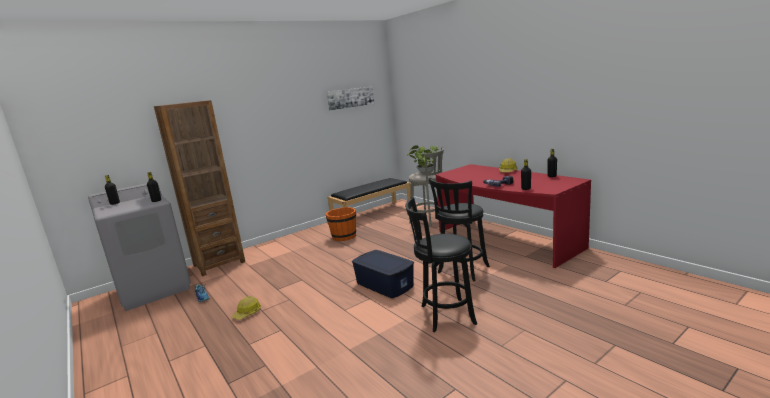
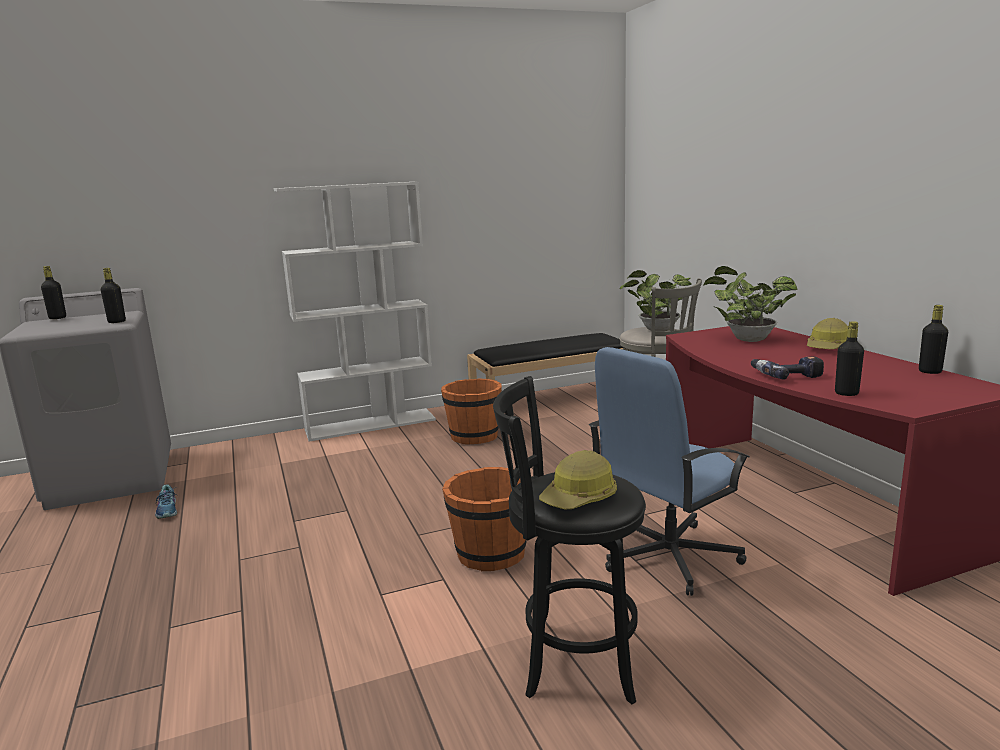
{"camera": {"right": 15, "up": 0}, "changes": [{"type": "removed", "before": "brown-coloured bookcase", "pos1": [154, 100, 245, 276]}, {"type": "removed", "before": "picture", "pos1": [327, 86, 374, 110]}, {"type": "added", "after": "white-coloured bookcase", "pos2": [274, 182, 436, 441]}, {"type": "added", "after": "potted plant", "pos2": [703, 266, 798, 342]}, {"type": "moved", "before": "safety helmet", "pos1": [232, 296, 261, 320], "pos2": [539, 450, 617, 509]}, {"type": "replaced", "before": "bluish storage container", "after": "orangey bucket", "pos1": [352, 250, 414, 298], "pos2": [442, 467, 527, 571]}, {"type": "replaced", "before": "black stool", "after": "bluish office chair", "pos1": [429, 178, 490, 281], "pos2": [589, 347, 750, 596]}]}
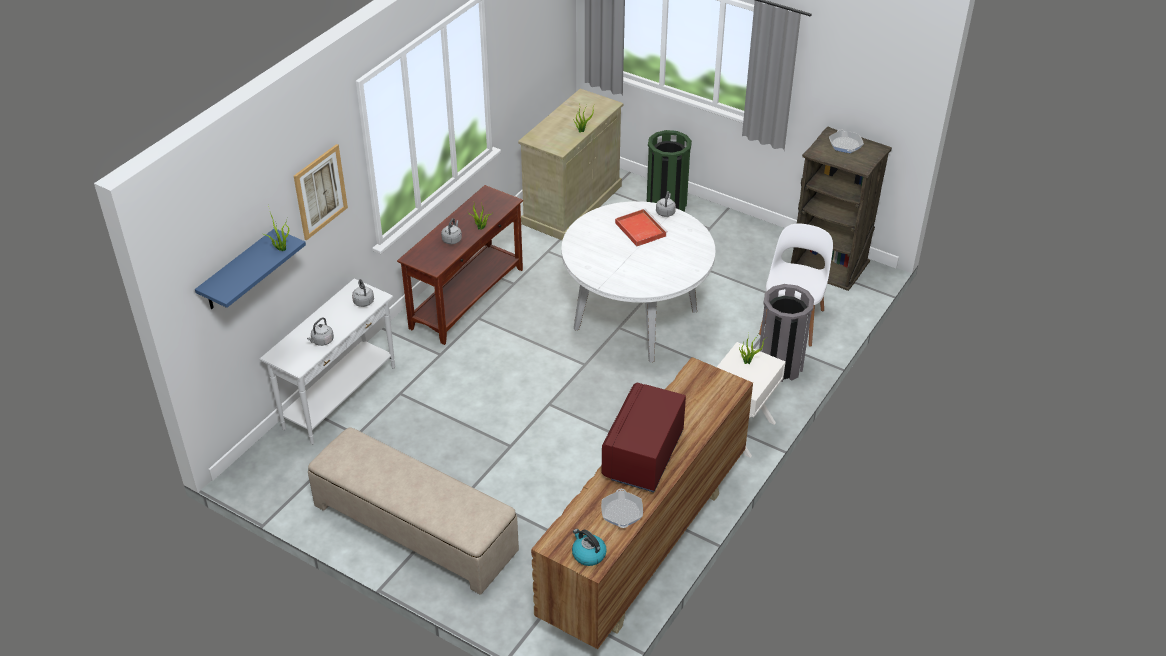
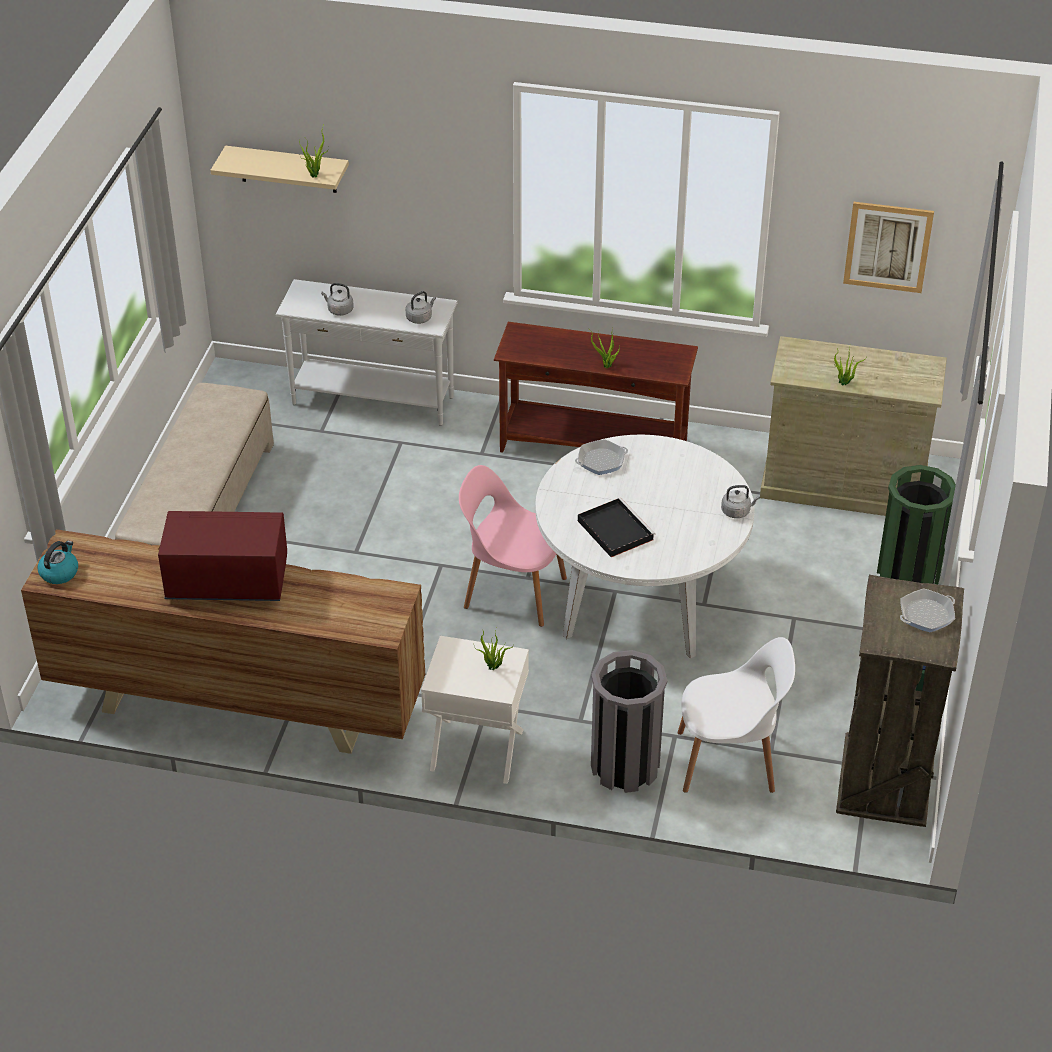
{"camera": {"right": 70, "up": 0}, "changes": [{"type": "removed", "before": "grey water kettle", "pos1": [441, 218, 462, 244]}, {"type": "removed", "before": "reddish carrying tray", "pos1": [615, 209, 668, 246]}, {"type": "added", "after": "pink-coloured chair", "pos2": [459, 465, 567, 627]}, {"type": "added", "after": "black carrying tray", "pos2": [578, 498, 655, 557]}, {"type": "moved", "before": "picture", "pos1": [294, 144, 348, 240], "pos2": [843, 202, 934, 293]}, {"type": "moved", "before": "skillet", "pos1": [601, 489, 643, 528], "pos2": [575, 439, 628, 475]}, {"type": "recoloured", "before": "bluish shelf", "after": "beige-coloured shelf", "pos1": [195, 229, 306, 309], "pos2": [211, 146, 349, 193]}]}
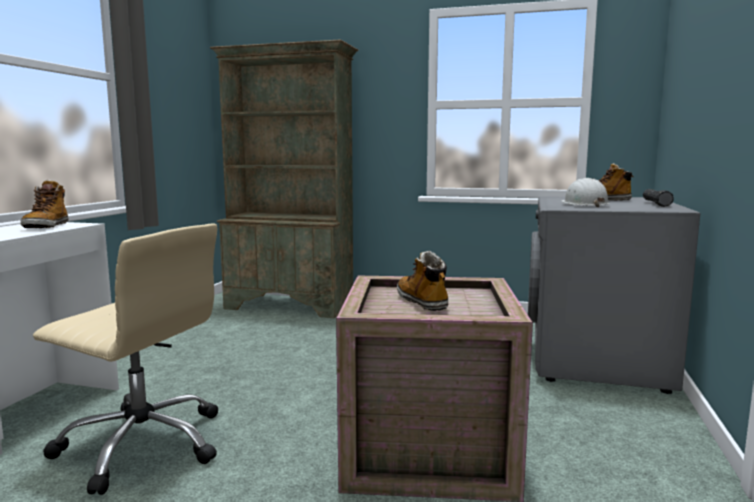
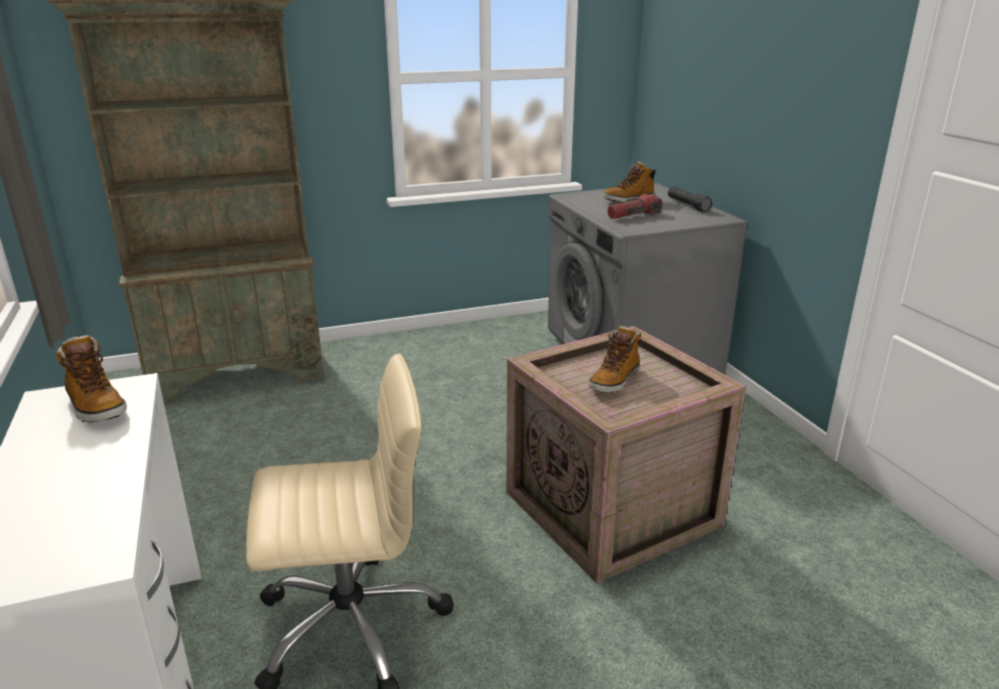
{"camera": {"right": -35, "up": 15}, "changes": [{"type": "replaced", "before": "white-coloured safety helmet", "after": "torch", "pos1": [561, 178, 610, 207], "pos2": [607, 194, 663, 219]}, {"type": "turned", "before": "tall boot", "pos1": [397, 251, 448, 311], "pos2": [588, 326, 641, 393], "turn": -90}]}
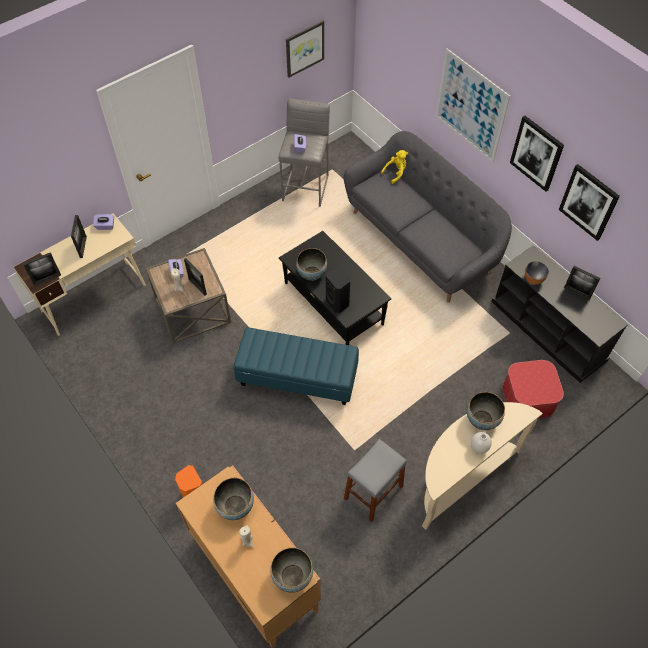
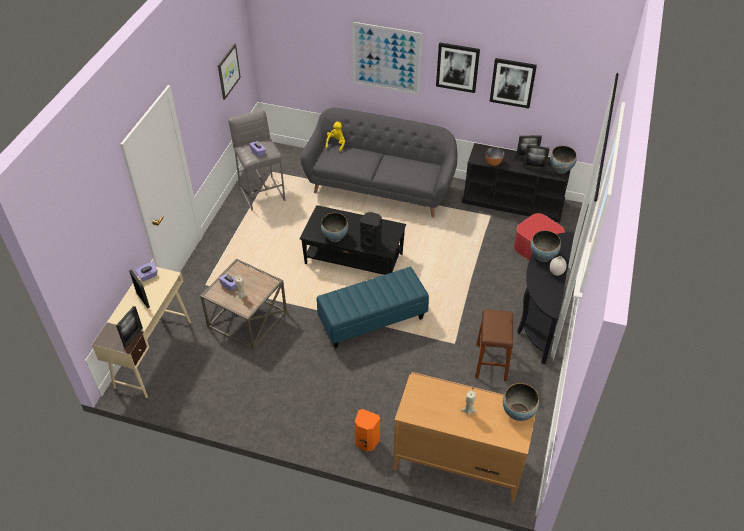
{"camera": {"right": -35, "up": -10}, "changes": [{"type": "moved", "before": "standing frame", "pos1": [184, 258, 207, 296], "pos2": [523, 144, 550, 171]}, {"type": "moved", "before": "bowl", "pos1": [213, 478, 254, 520], "pos2": [550, 146, 577, 173]}, {"type": "recoloured", "before": "grey stool", "after": "brown-coloured stool", "pos1": [344, 439, 407, 522], "pos2": [475, 309, 513, 381]}, {"type": "recoloured", "before": "beige-coloured narrow table", "after": "black narrow table", "pos1": [422, 402, 543, 530], "pos2": [517, 232, 574, 364]}]}
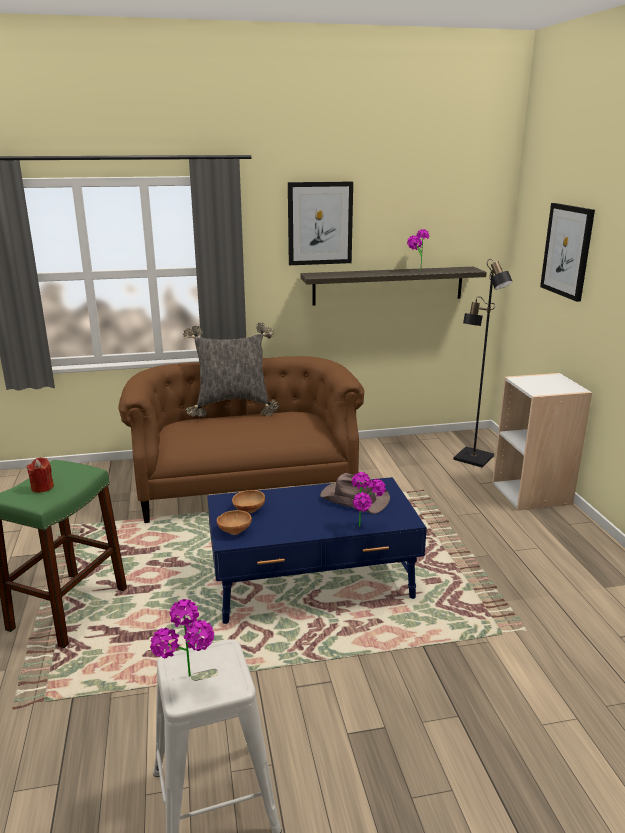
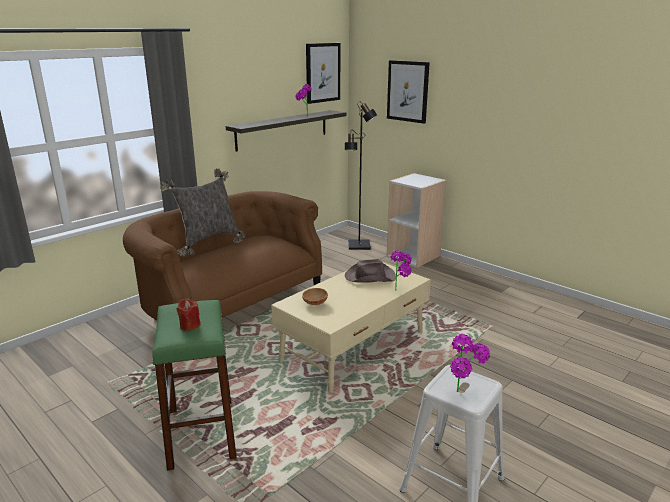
{"camera": {"right": -35, "up": 0}, "changes": [{"type": "removed", "before": "brown-coloured bowl", "pos1": [217, 510, 252, 535]}, {"type": "moved", "before": "picture", "pos1": [288, 181, 353, 265], "pos2": [306, 43, 340, 104]}, {"type": "recoloured", "before": "bluish coffee table", "after": "beige-coloured coffee table", "pos1": [207, 477, 427, 624], "pos2": [271, 263, 431, 392]}]}
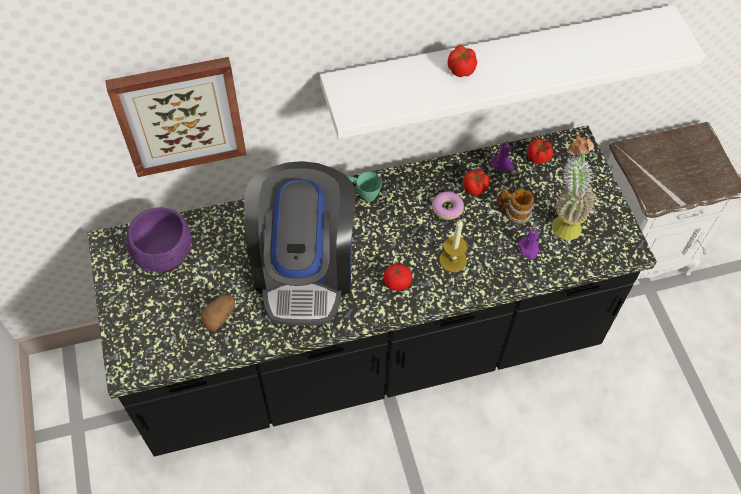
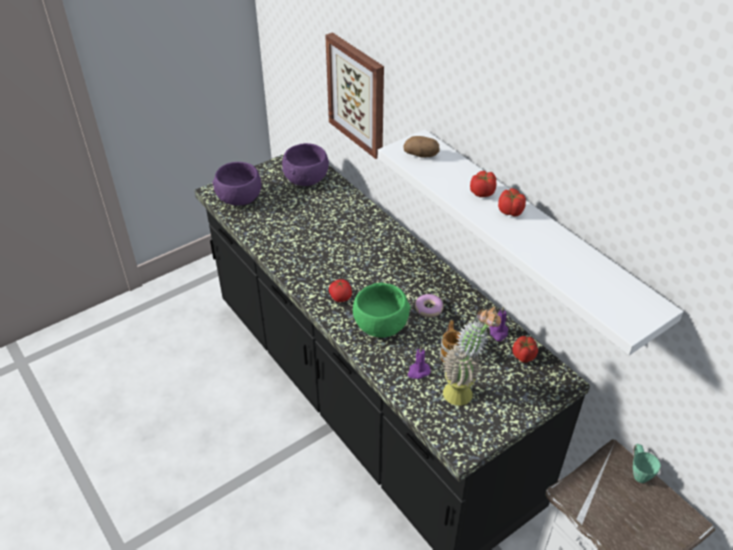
{"camera": {"right": 70, "up": -15}, "changes": [{"type": "removed", "before": "coffee maker", "pos1": [244, 161, 355, 326]}, {"type": "added", "after": "purple-coloured bowl", "pos2": [212, 162, 262, 206]}, {"type": "moved", "before": "potato", "pos1": [201, 295, 235, 331], "pos2": [403, 136, 439, 158]}, {"type": "moved", "before": "greenish coffee mug", "pos1": [348, 172, 382, 202], "pos2": [633, 444, 661, 483]}, {"type": "moved", "before": "fresh tomato", "pos1": [463, 169, 490, 195], "pos2": [498, 188, 526, 216]}, {"type": "replaced", "before": "candle", "after": "greenish bowl", "pos1": [439, 219, 468, 272], "pos2": [353, 283, 411, 338]}]}
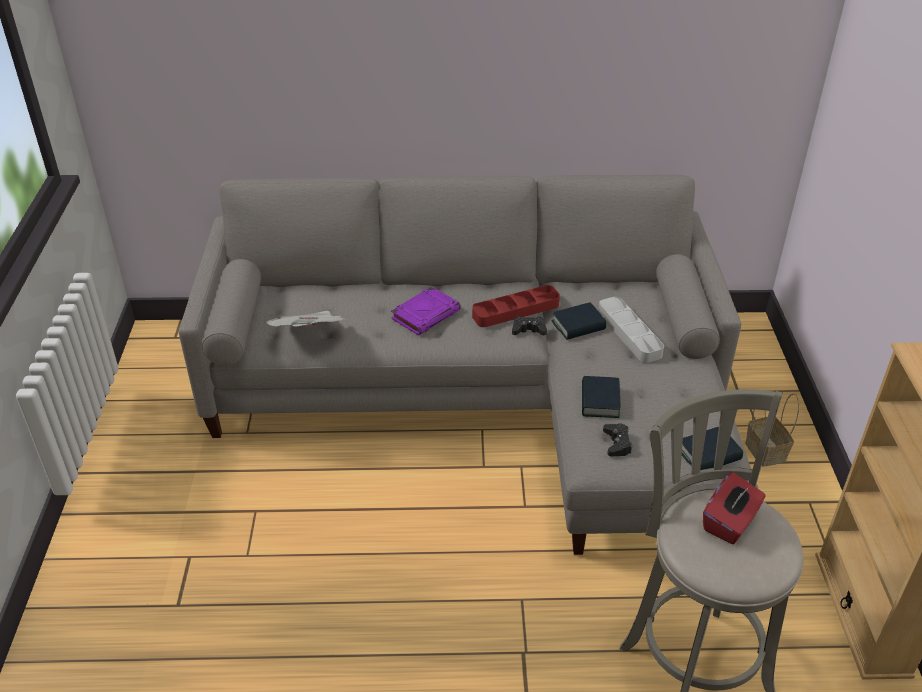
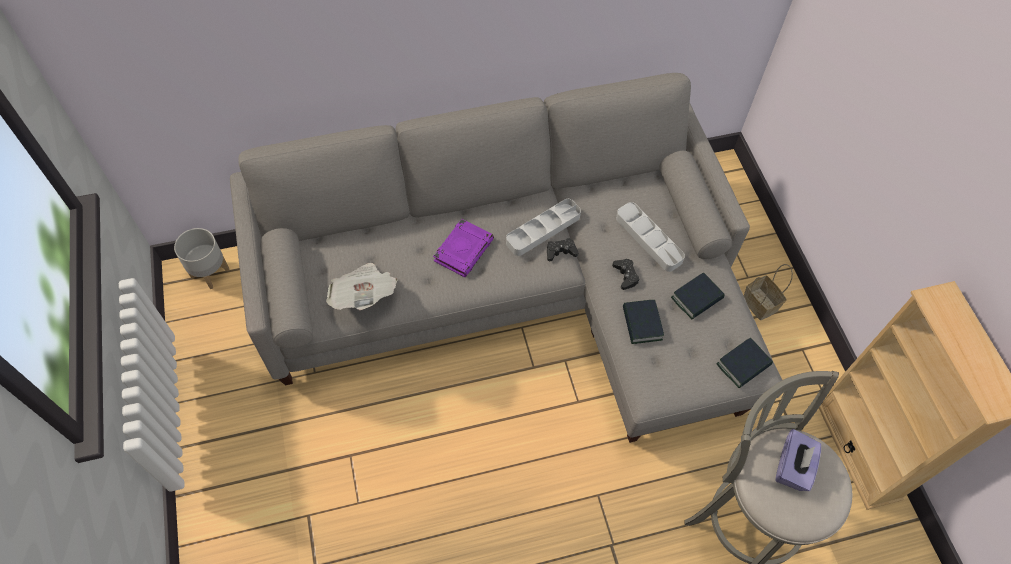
{"camera": {"right": -15, "up": 20}, "changes": [{"type": "added", "after": "grey flower pot", "pos2": [174, 228, 229, 289]}, {"type": "moved", "before": "volume", "pos1": [551, 302, 606, 340], "pos2": [671, 272, 725, 320]}, {"type": "moved", "before": "black joypad", "pos1": [603, 423, 632, 456], "pos2": [612, 259, 640, 290]}, {"type": "recoloured", "before": "reddish carrying tray", "after": "grey carrying tray", "pos1": [472, 285, 560, 327], "pos2": [506, 199, 581, 256]}, {"type": "recoloured", "before": "reddish tissue box", "after": "purple-coloured tissue box", "pos1": [703, 472, 765, 544], "pos2": [775, 429, 821, 491]}]}
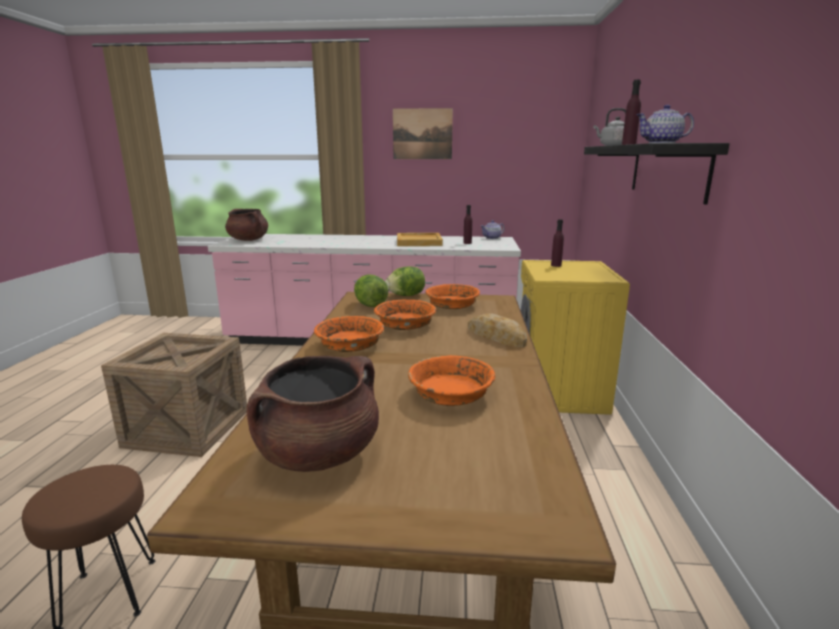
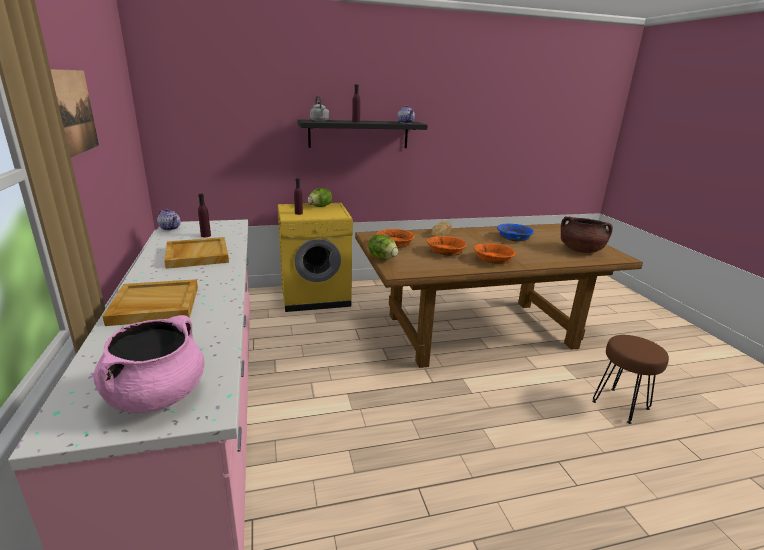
{"camera": {"right": -110, "up": 5}, "changes": [{"type": "removed", "before": "crate", "pos1": [101, 333, 247, 457]}, {"type": "added", "after": "beige-coloured carrying tray", "pos2": [102, 279, 198, 326]}, {"type": "moved", "before": "lettuce head", "pos1": [354, 274, 388, 307], "pos2": [308, 188, 332, 207]}, {"type": "recoloured", "before": "brown-coloured stockpot", "after": "pink-coloured stockpot", "pos1": [225, 209, 268, 241], "pos2": [93, 315, 204, 413]}, {"type": "recoloured", "before": "orangey bowl", "after": "bluish bowl", "pos1": [408, 355, 495, 406], "pos2": [497, 224, 534, 241]}]}
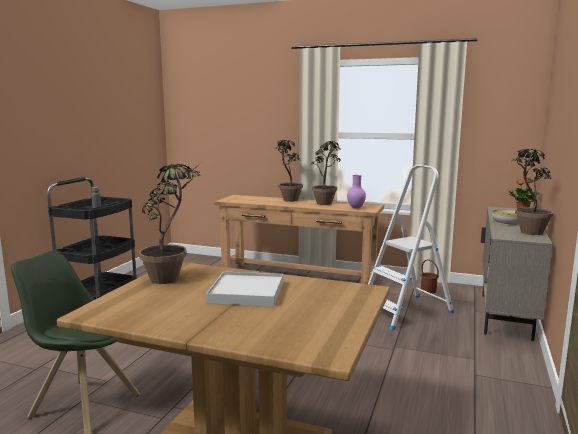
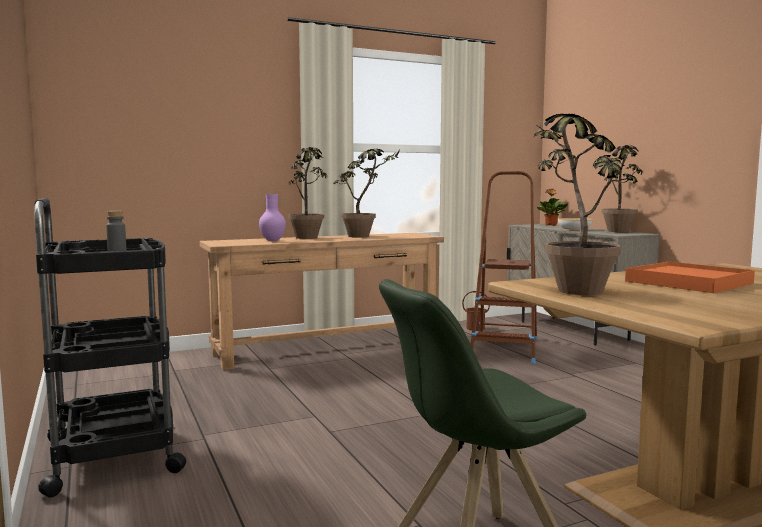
{"camera": {"right": -45, "up": -5}, "changes": [{"type": "moved", "before": "purple-coloured flower vase", "pos1": [347, 175, 366, 208], "pos2": [259, 194, 286, 241]}, {"type": "recoloured", "before": "white-coloured carrying tray", "after": "orangey carrying tray", "pos1": [206, 271, 283, 307], "pos2": [625, 262, 755, 293]}, {"type": "recoloured", "before": "white-coloured stepladder", "after": "brown-coloured stepladder", "pos1": [368, 165, 454, 330], "pos2": [471, 171, 538, 364]}]}
